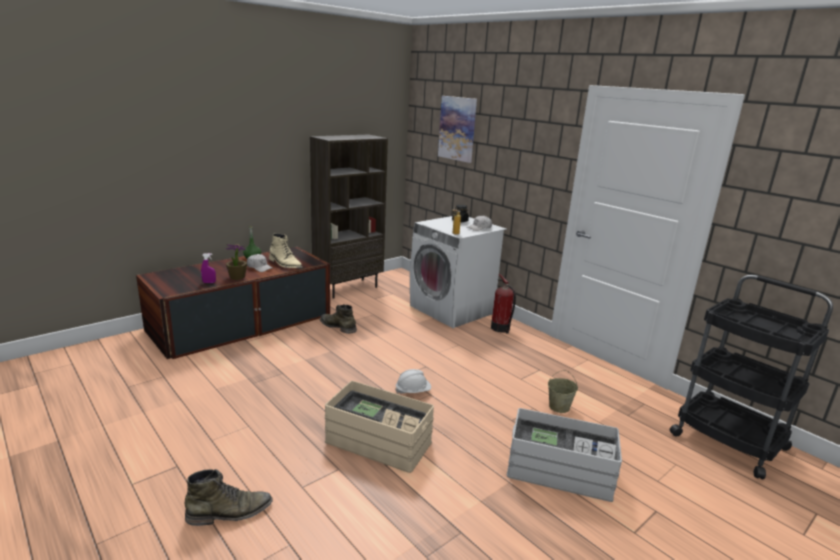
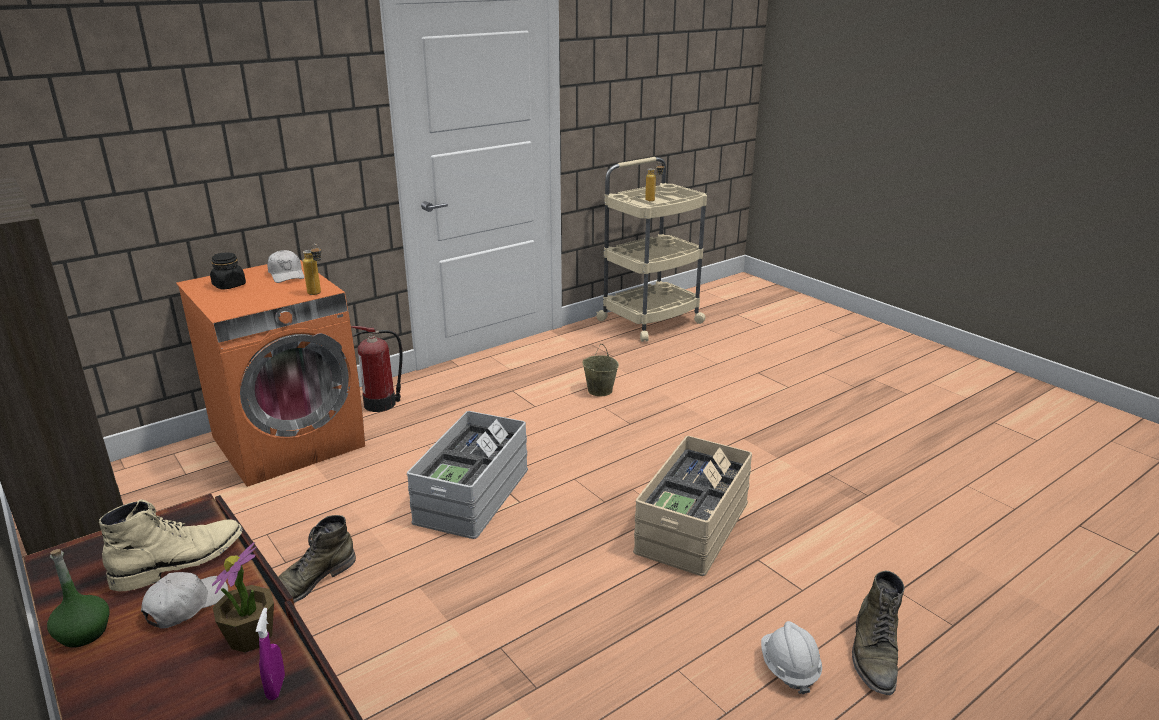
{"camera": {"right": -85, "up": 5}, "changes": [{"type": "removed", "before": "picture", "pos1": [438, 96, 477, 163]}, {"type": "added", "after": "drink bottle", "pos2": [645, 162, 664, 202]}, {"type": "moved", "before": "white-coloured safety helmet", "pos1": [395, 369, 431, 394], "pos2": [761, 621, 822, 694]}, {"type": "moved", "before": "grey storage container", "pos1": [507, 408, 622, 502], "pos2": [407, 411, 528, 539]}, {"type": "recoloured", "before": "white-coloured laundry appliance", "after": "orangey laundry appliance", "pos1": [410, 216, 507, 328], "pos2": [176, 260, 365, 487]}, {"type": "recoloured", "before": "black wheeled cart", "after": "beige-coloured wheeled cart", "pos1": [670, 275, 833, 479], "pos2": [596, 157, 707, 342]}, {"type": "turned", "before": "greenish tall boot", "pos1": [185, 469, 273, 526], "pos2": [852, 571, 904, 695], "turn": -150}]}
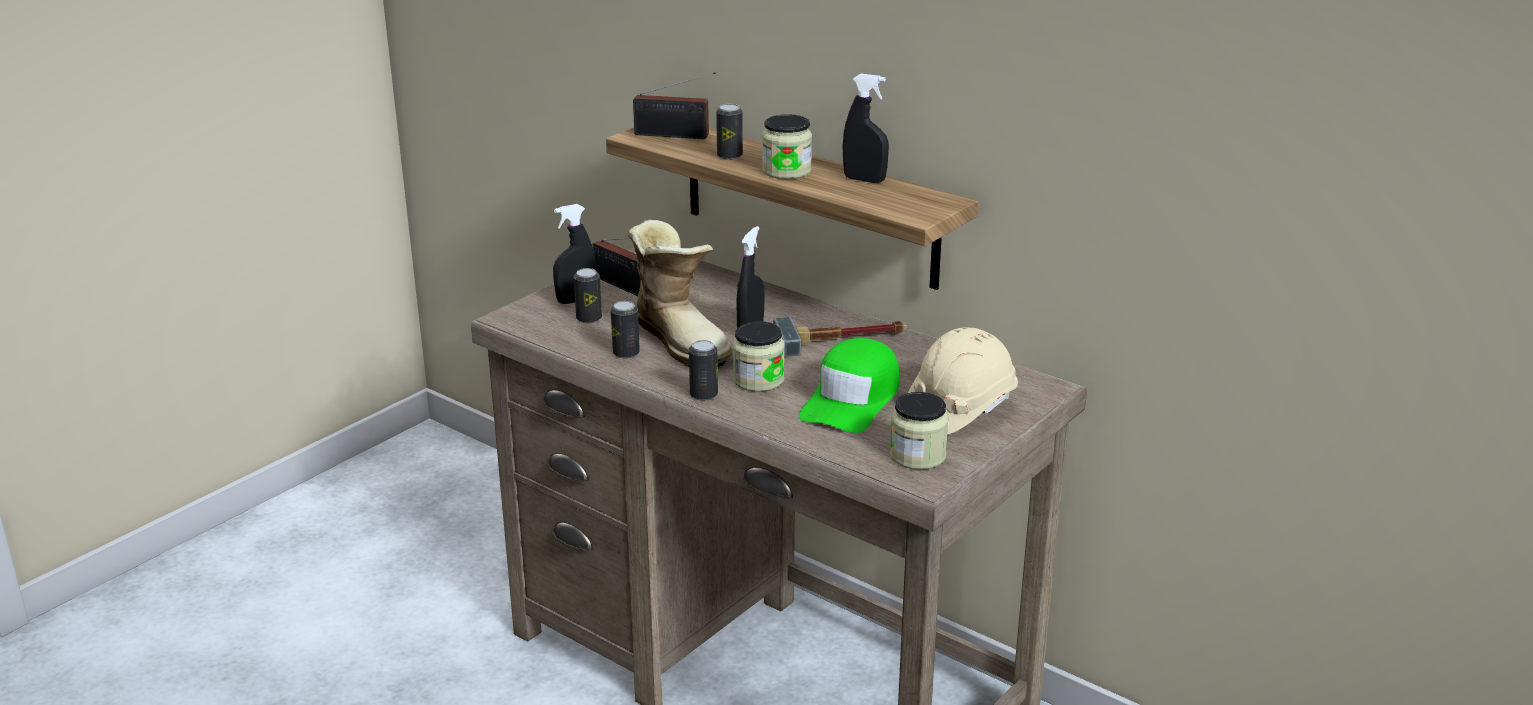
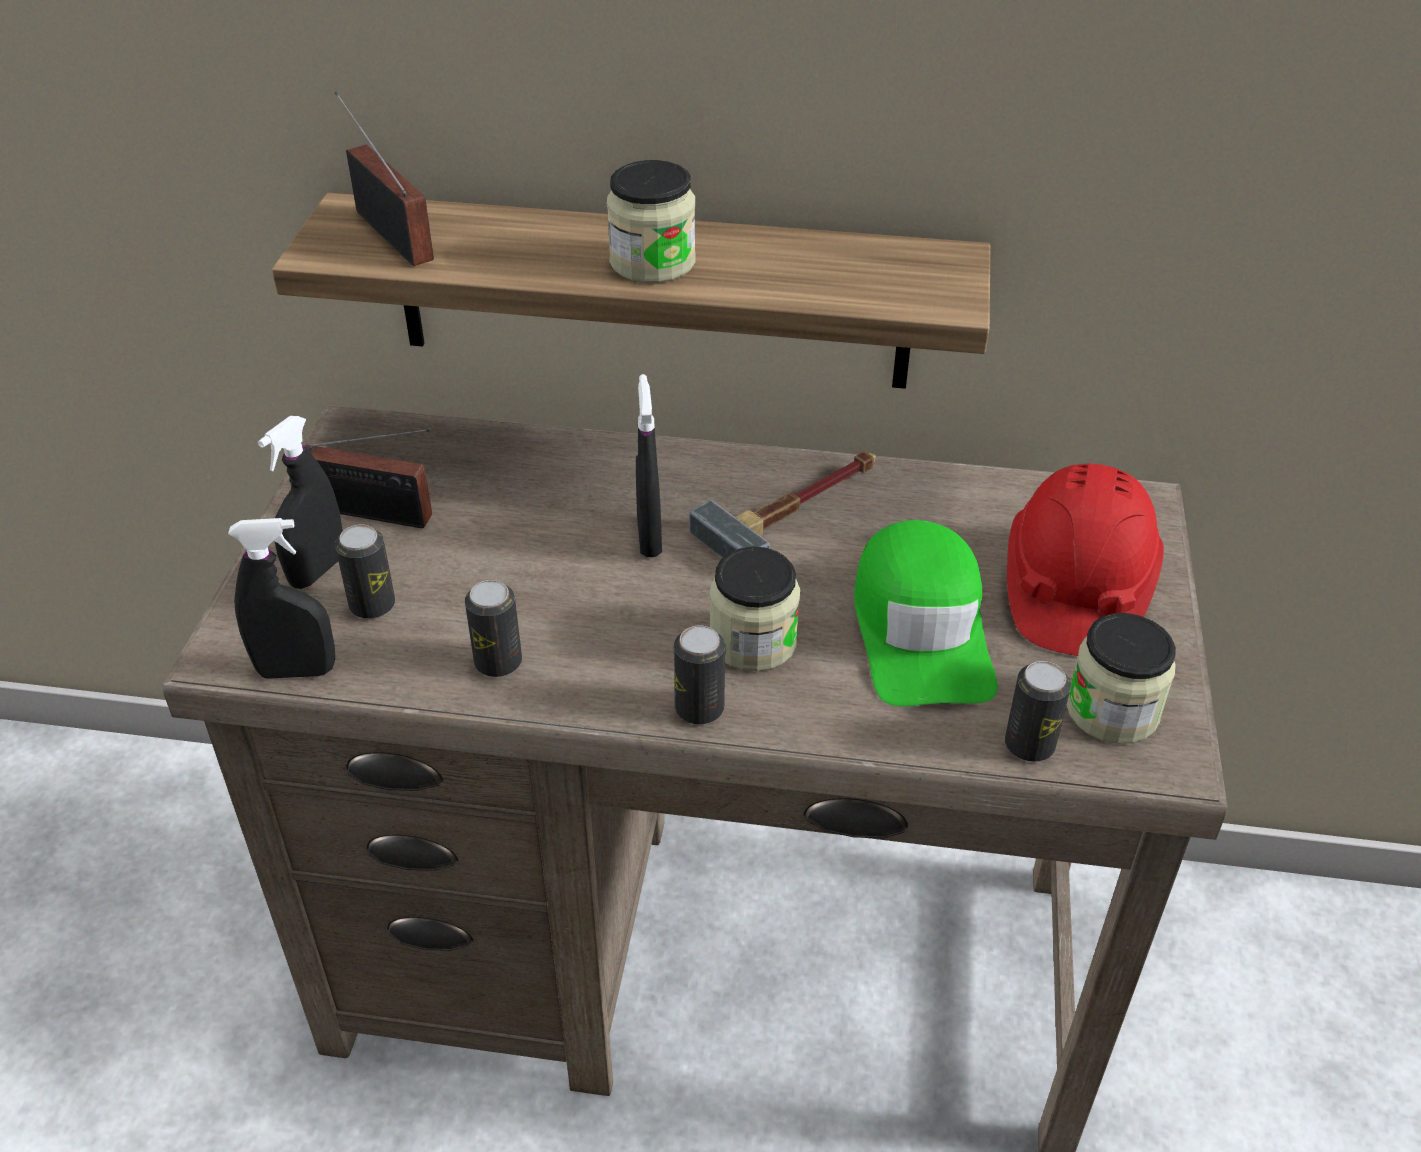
{"camera": {"right": -30, "up": 15}, "changes": [{"type": "removed", "before": "tall boot", "pos1": [627, 220, 733, 367]}, {"type": "moved", "before": "can", "pos1": [716, 104, 743, 160], "pos2": [1005, 661, 1071, 762]}, {"type": "moved", "before": "black hand sprayer", "pos1": [843, 74, 889, 183], "pos2": [228, 518, 335, 679]}, {"type": "recoloured", "before": "beige-coloured safety helmet", "after": "reddish safety helmet", "pos1": [908, 328, 1018, 435], "pos2": [1007, 463, 1164, 656]}, {"type": "turned", "before": "radio receiver", "pos1": [633, 72, 716, 139], "pos2": [335, 91, 434, 266], "turn": -105}]}
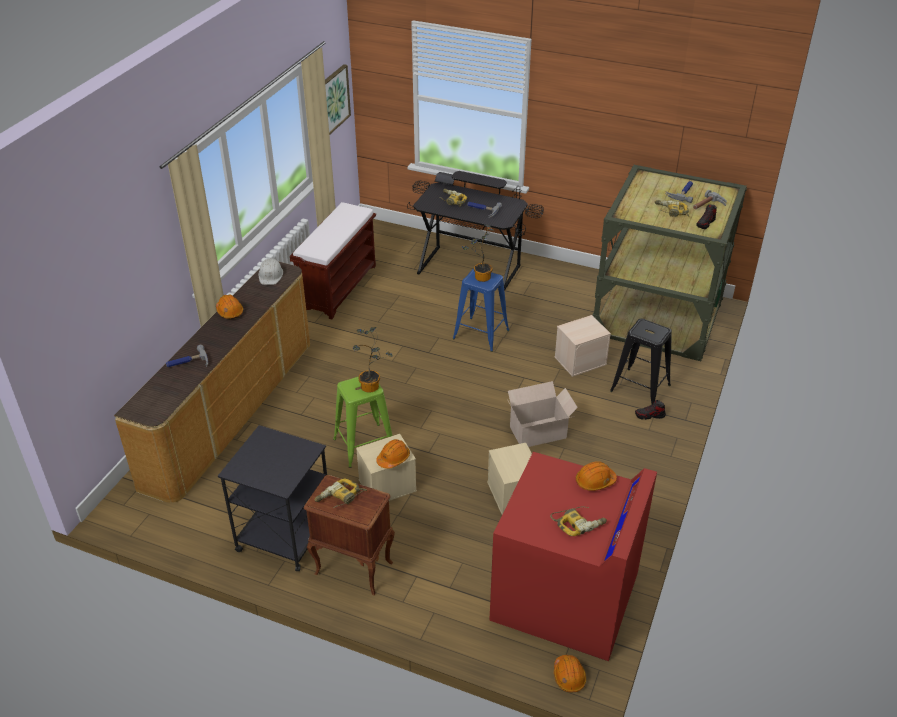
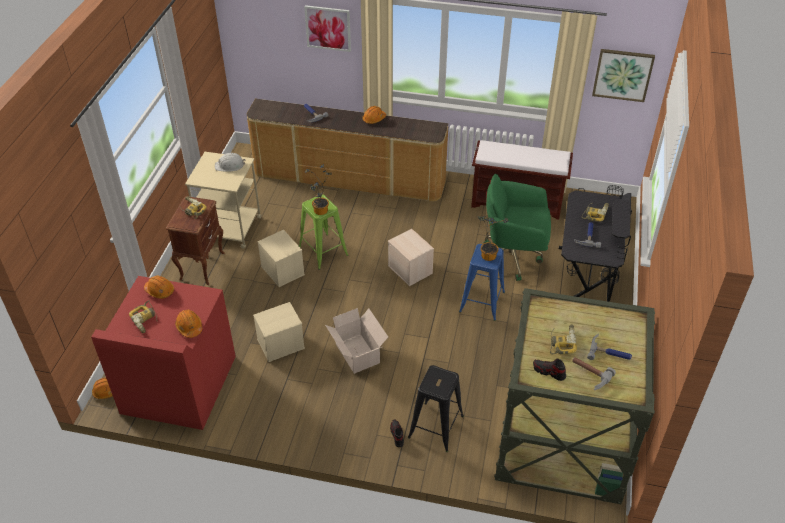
{"camera": {"right": 80, "up": 5}, "changes": [{"type": "added", "after": "picture", "pos2": [304, 5, 351, 52]}, {"type": "added", "after": "greenish office chair", "pos2": [484, 174, 551, 281]}, {"type": "moved", "before": "white-coloured safety helmet", "pos1": [258, 258, 283, 285], "pos2": [215, 153, 246, 172]}, {"type": "moved", "before": "orangey safety helmet", "pos1": [376, 439, 410, 469], "pos2": [144, 275, 174, 299]}, {"type": "moved", "before": "beige-coloured storage container", "pos1": [554, 315, 611, 377], "pos2": [388, 229, 434, 286]}, {"type": "recoloured", "before": "black wheeled cart", "after": "beige-coloured wheeled cart", "pos1": [218, 425, 327, 571], "pos2": [185, 152, 261, 249]}]}
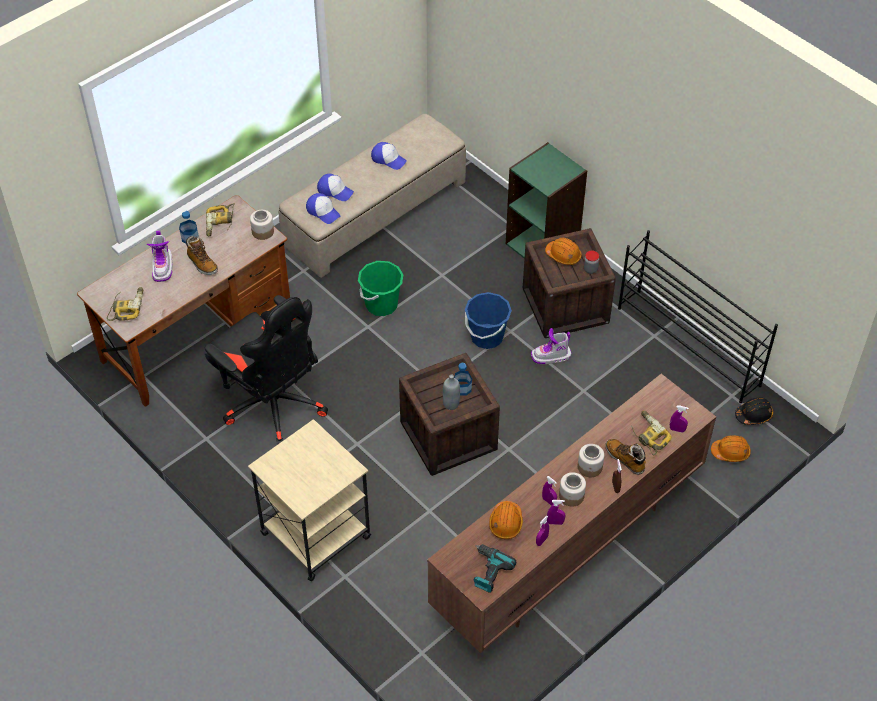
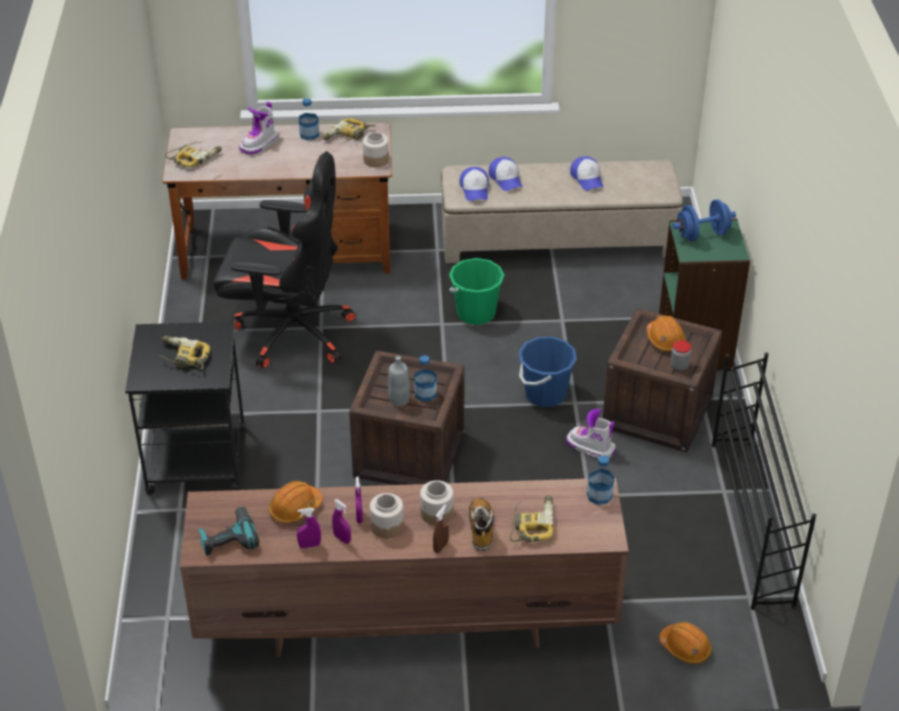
{"camera": {"right": 40, "up": -10}, "changes": [{"type": "removed", "before": "tall boot", "pos1": [186, 236, 218, 275]}, {"type": "removed", "before": "purple-coloured hand sprayer", "pos1": [670, 405, 689, 433]}, {"type": "removed", "before": "black safety helmet", "pos1": [735, 397, 773, 425]}, {"type": "added", "after": "power drill", "pos2": [159, 336, 210, 370]}, {"type": "added", "after": "drink bottle", "pos2": [587, 455, 614, 505]}, {"type": "added", "after": "bluish dumbbell", "pos2": [673, 199, 736, 241]}, {"type": "recoloured", "before": "beige-coloured wheeled cart", "after": "black wheeled cart", "pos1": [248, 419, 371, 581], "pos2": [125, 321, 246, 494]}, {"type": "turned", "before": "black office chair", "pos1": [205, 295, 328, 445], "pos2": [213, 151, 356, 368], "turn": -75}]}
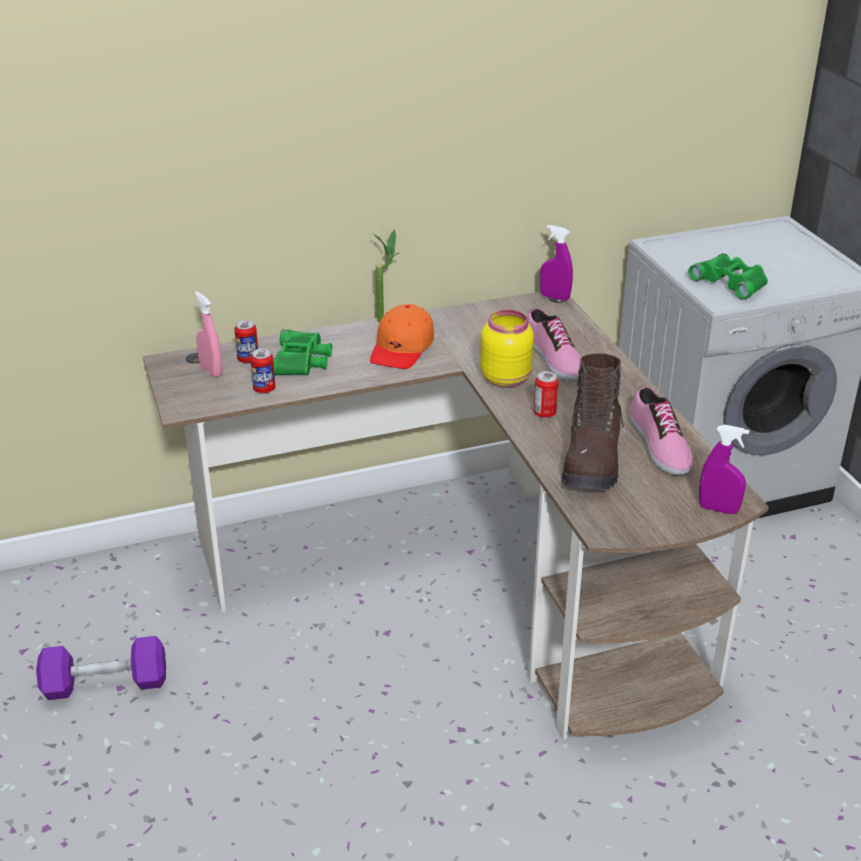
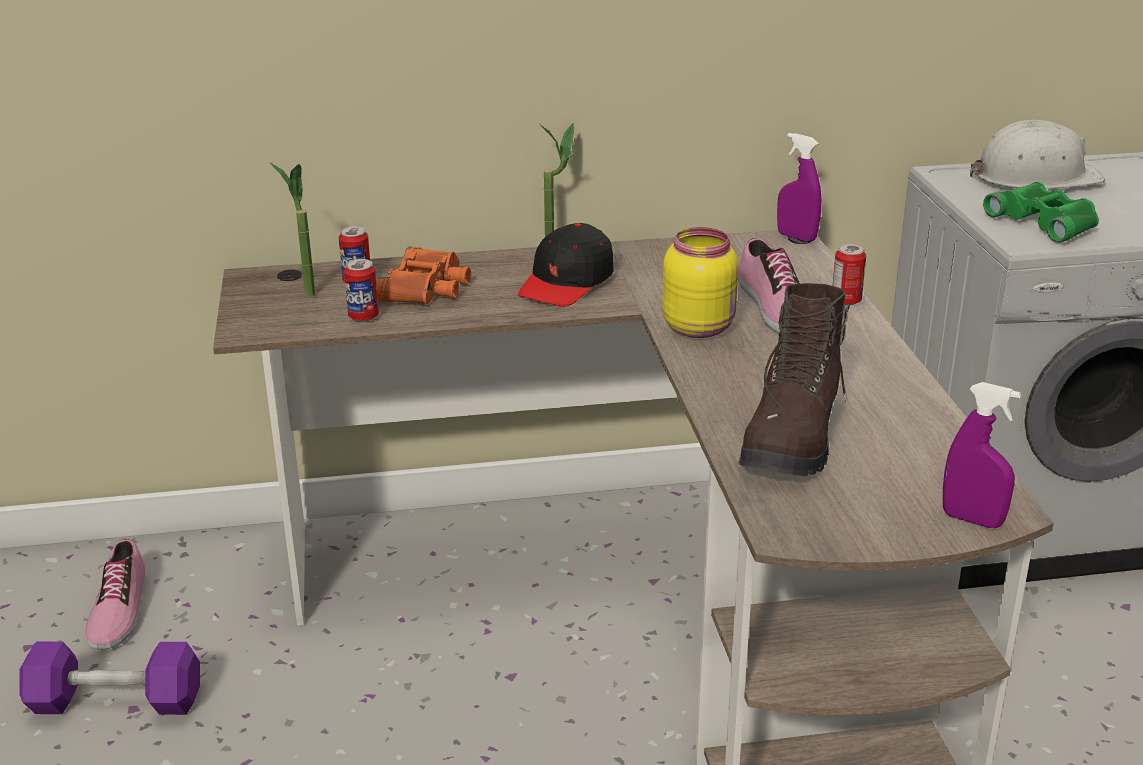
{"camera": {"right": 10, "up": -5}, "changes": [{"type": "added", "after": "white-coloured safety helmet", "pos2": [970, 120, 1105, 189]}, {"type": "moved", "before": "can", "pos1": [534, 371, 559, 418], "pos2": [833, 244, 866, 306]}, {"type": "moved", "before": "shoe", "pos1": [629, 386, 693, 475], "pos2": [85, 539, 145, 650]}, {"type": "replaced", "before": "pink-coloured hand sprayer", "after": "potted plant", "pos1": [194, 291, 223, 377], "pos2": [270, 163, 315, 297]}, {"type": "recoloured", "before": "greenish field glasses", "after": "orangey field glasses", "pos1": [273, 329, 332, 375], "pos2": [376, 246, 471, 304]}, {"type": "recoloured", "before": "orangey baseball cap", "after": "black baseball cap", "pos1": [370, 304, 434, 369], "pos2": [518, 223, 614, 307]}]}
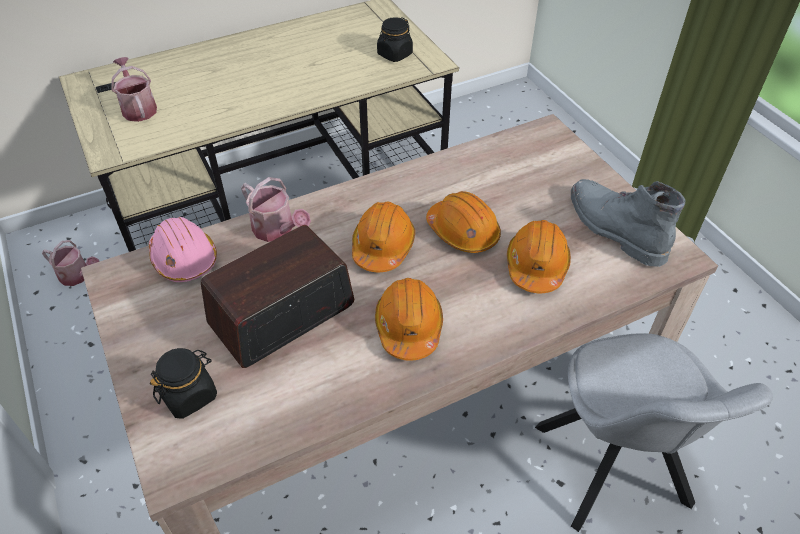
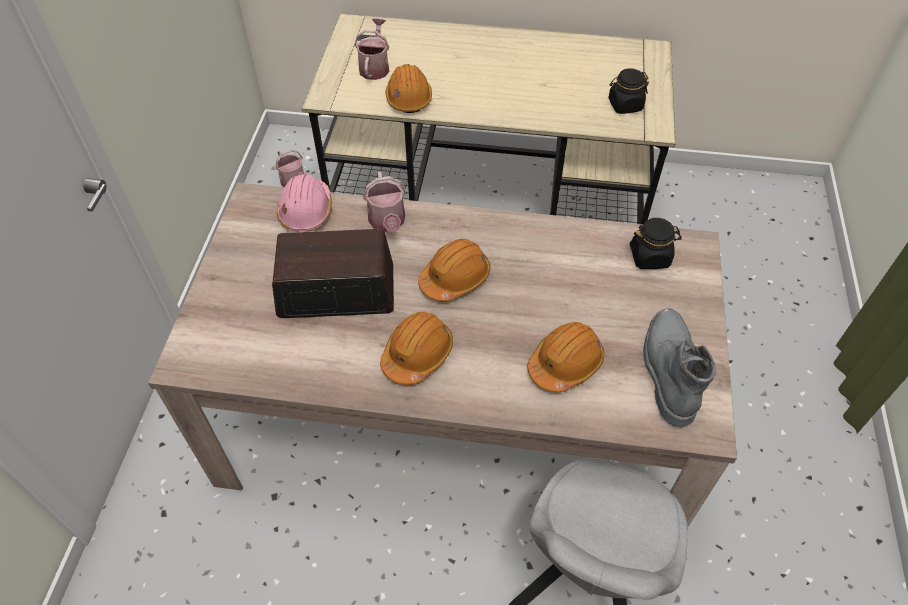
{"camera": {"right": 35, "up": 5}, "changes": [{"type": "moved", "before": "black storage jar", "pos1": [150, 348, 217, 419], "pos2": [629, 218, 682, 269]}, {"type": "moved", "before": "orangey safety helmet", "pos1": [426, 191, 501, 253], "pos2": [385, 64, 432, 113]}]}
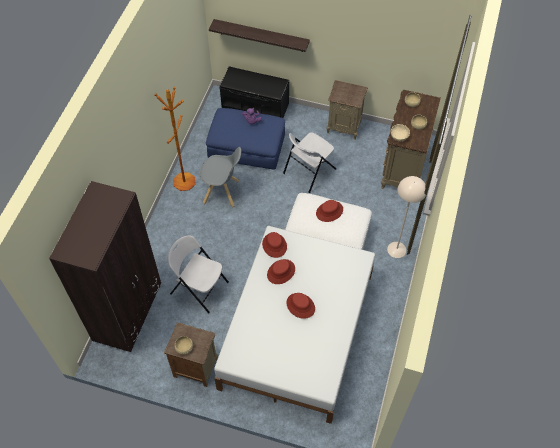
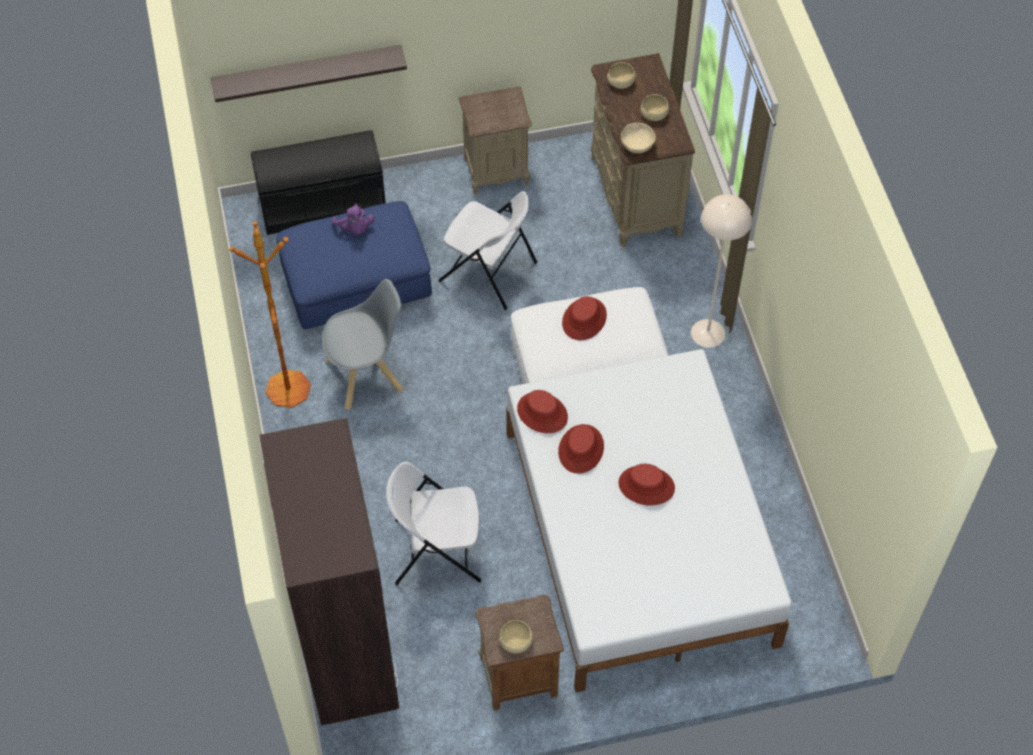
{"camera": {"right": -30, "up": 0}, "changes": [{"type": "turned", "before": "white-coloured chair", "pos1": [283, 132, 336, 193], "pos2": [439, 191, 538, 311], "turn": -75}]}
